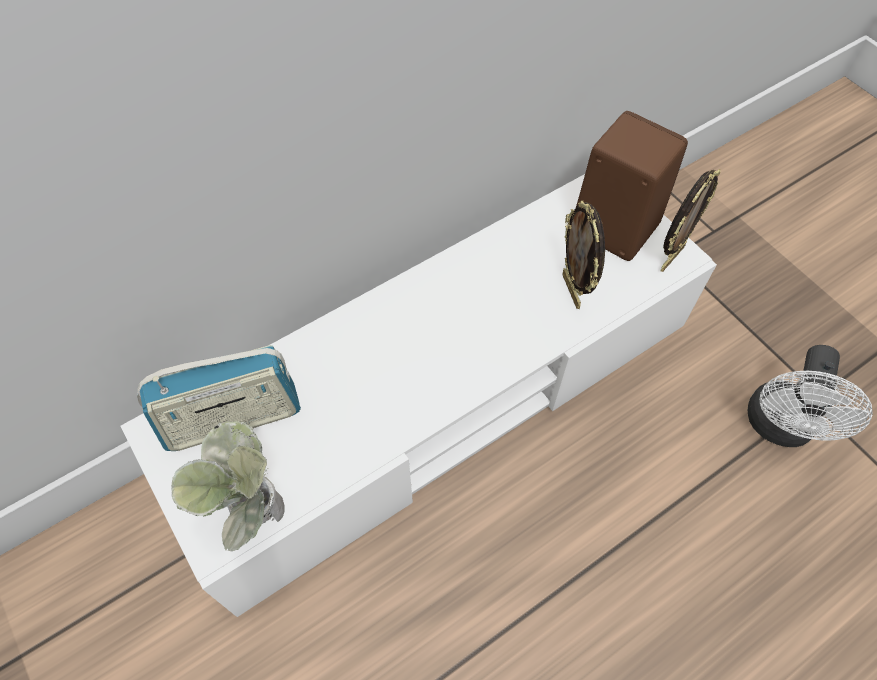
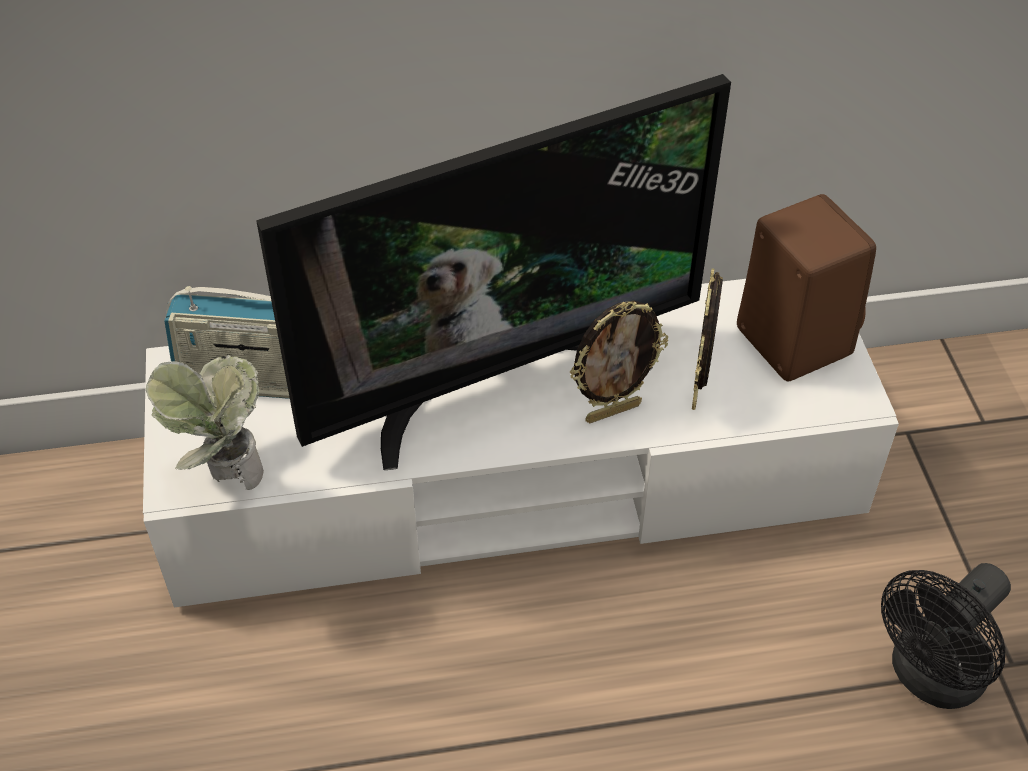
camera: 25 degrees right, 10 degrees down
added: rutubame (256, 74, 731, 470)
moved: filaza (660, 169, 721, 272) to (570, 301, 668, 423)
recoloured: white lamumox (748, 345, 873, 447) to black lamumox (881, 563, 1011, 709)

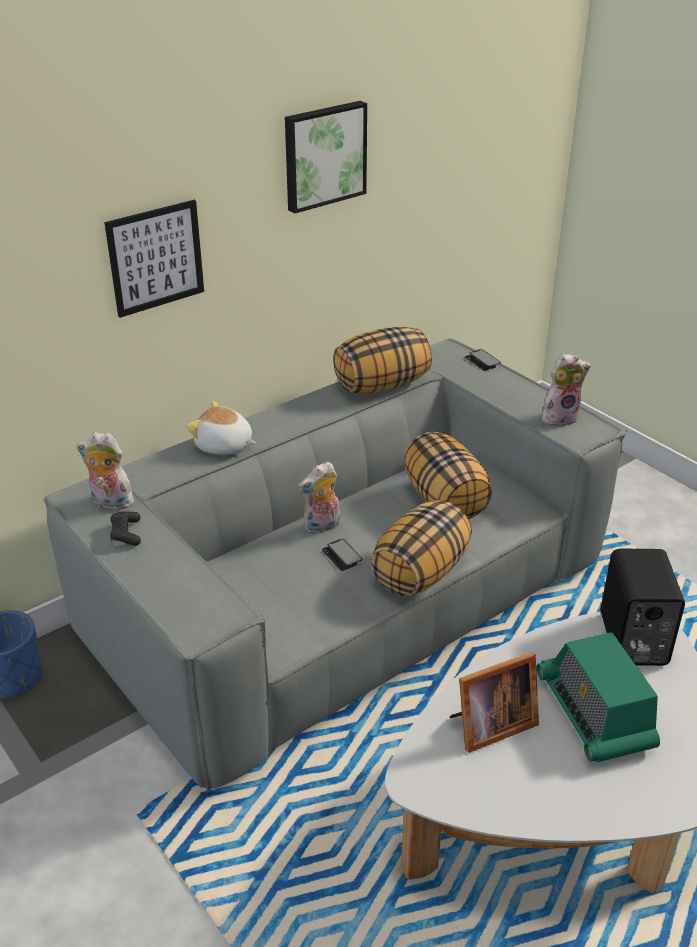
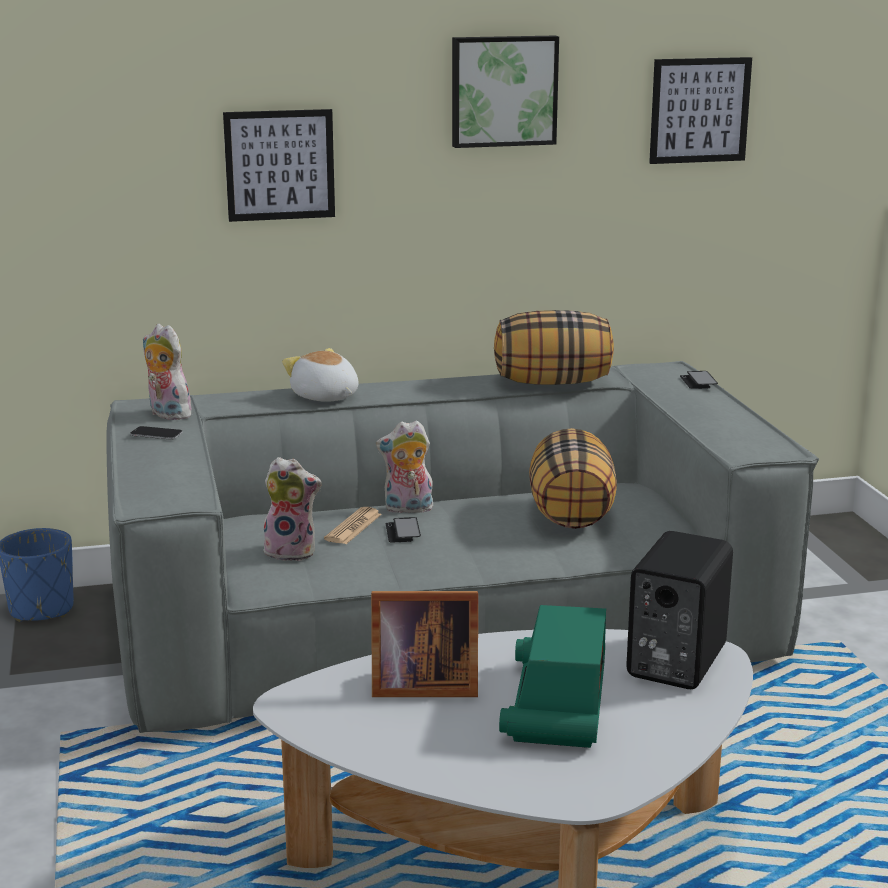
camera: 25 degrees right, 15 degrees down
removed: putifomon (370, 500, 472, 596)
added: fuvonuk (324, 507, 382, 544); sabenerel (649, 57, 752, 164)
moved: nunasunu (542, 353, 591, 426) to (264, 457, 322, 561)
replaced: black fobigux (110, 511, 141, 546) to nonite (130, 426, 183, 440)

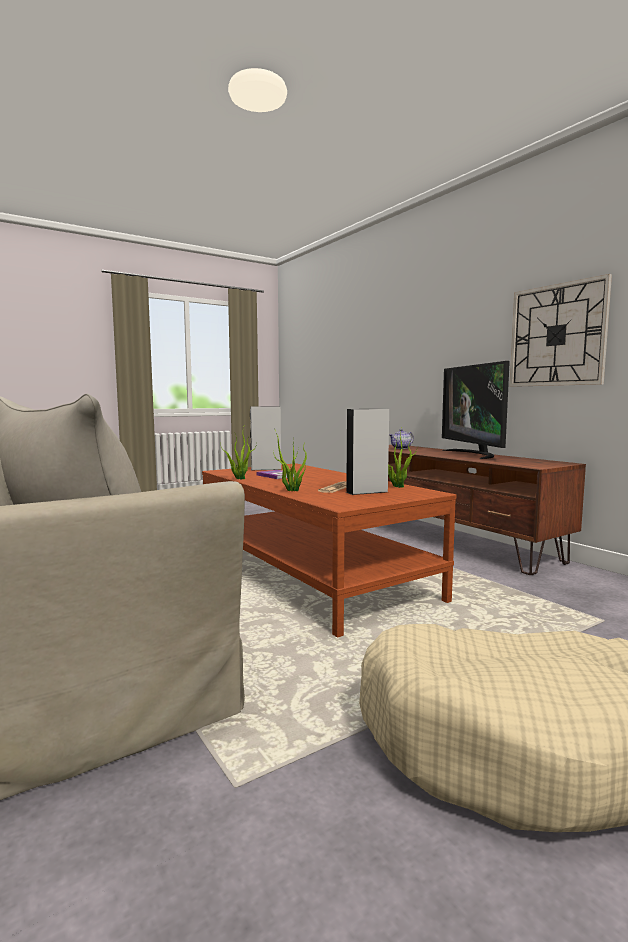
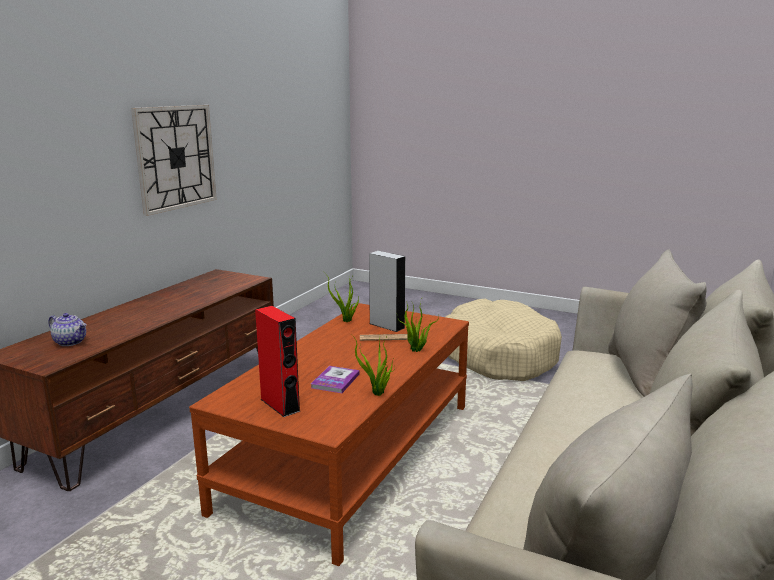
camera: 120 degrees left, 10 degrees up
removed: rutubame (442, 361, 510, 459)
recoloured: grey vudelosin (250, 406, 282, 470) to red vudelosin (255, 306, 300, 417)

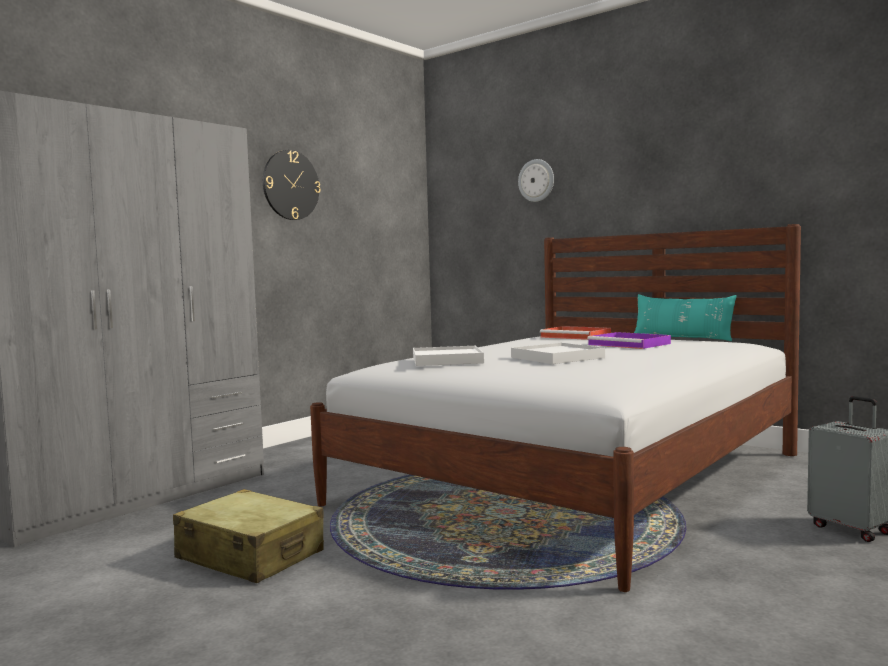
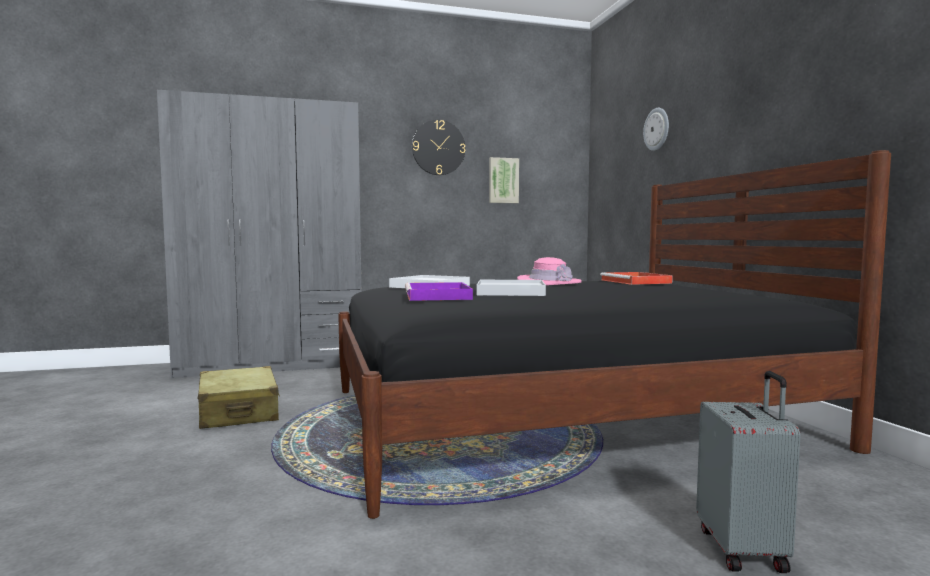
camera: 35 degrees right, 0 degrees up
removed: turquoise putifomon (634, 294, 737, 341)
added: sabenerel (489, 157, 519, 203); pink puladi (517, 257, 582, 285)
moved: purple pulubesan (587, 332, 671, 349) to (405, 282, 473, 301)
recoloured: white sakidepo (310, 224, 801, 592) to black sakidepo (338, 150, 891, 519)

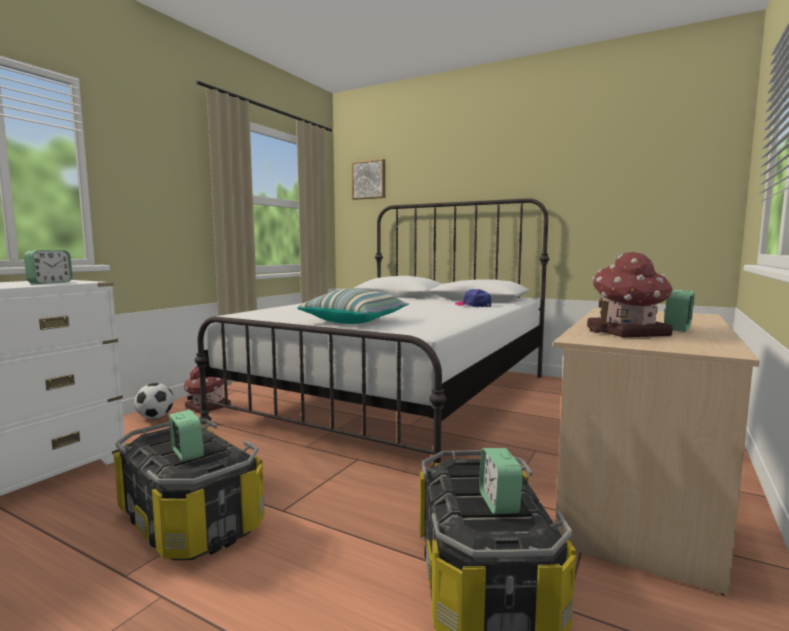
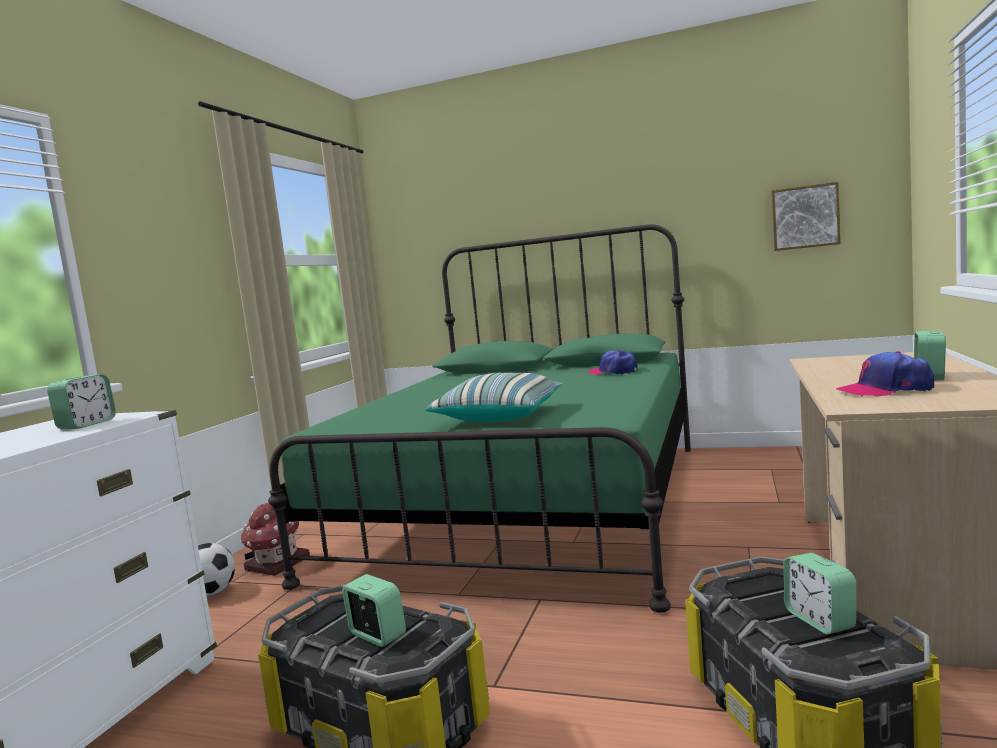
camera: 10 degrees left, 0 degrees up
moved: sabenerel (352, 159, 385, 200) to (772, 182, 841, 251)
replaced: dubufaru (587, 251, 674, 337) to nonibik (836, 351, 934, 397)
recoloured: white sakidepo (194, 198, 549, 468) to green sakidepo (268, 224, 691, 612)

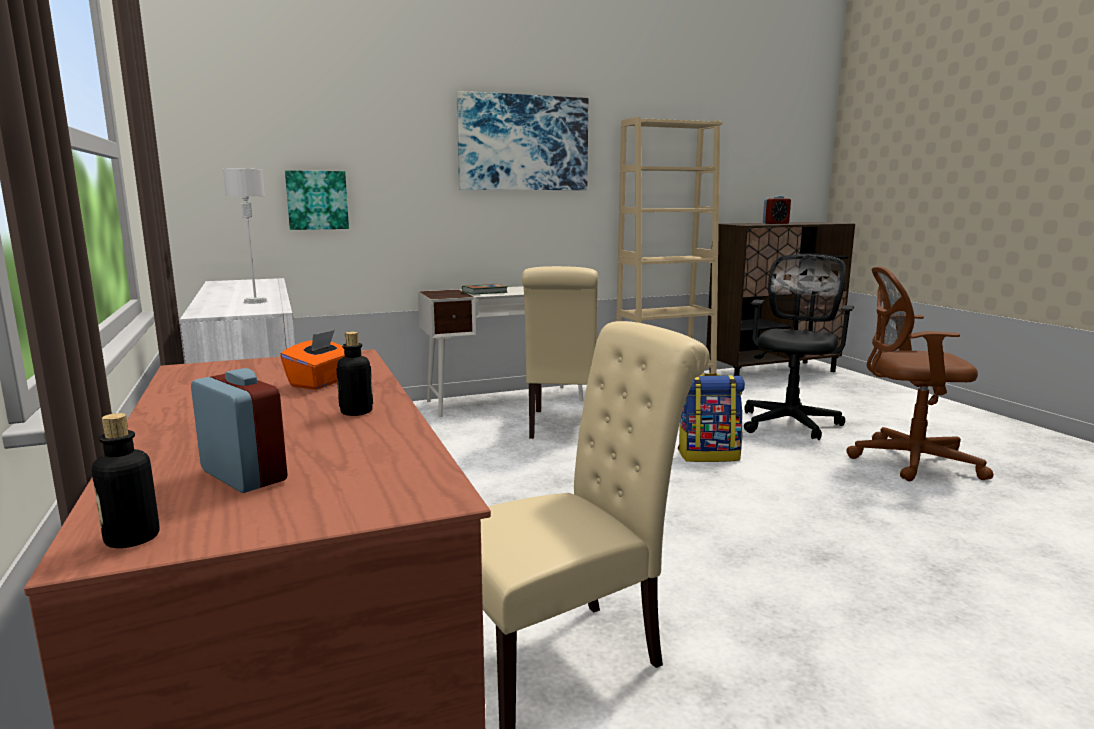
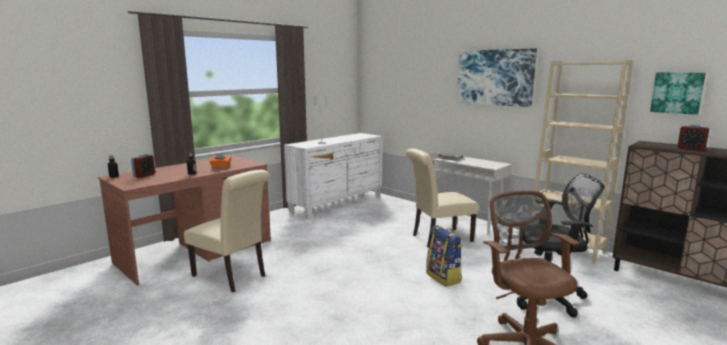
camera: 65 degrees right, 0 degrees up
moved: sabenerel (285, 170, 349, 230) to (650, 72, 706, 115)

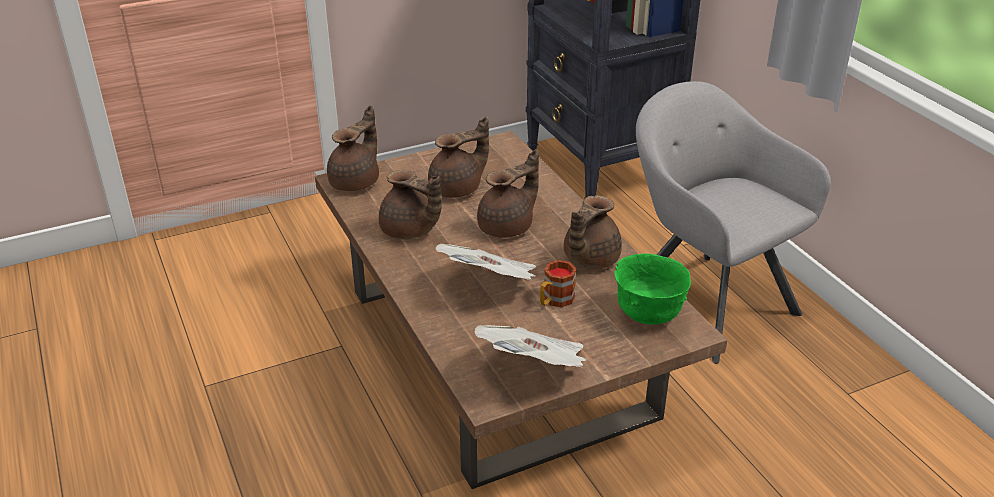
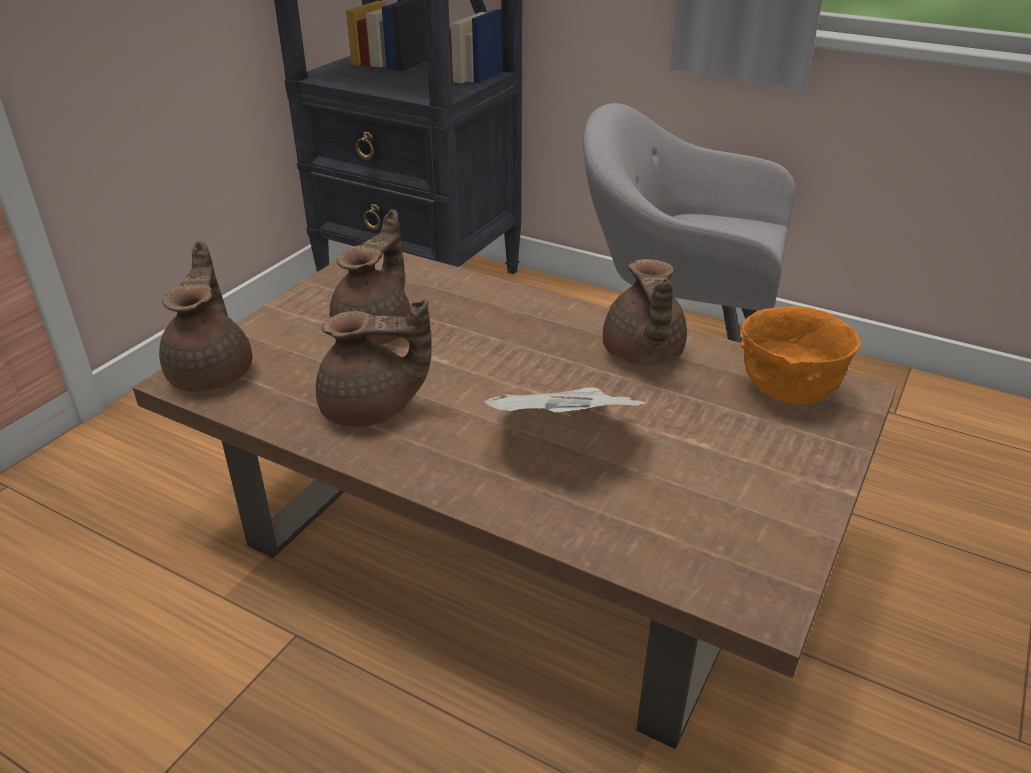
camera: 35 degrees left, 0 degrees up
removed: fuvonuk (475, 325, 586, 367); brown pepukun (477, 149, 539, 238); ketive (540, 260, 576, 307)
recoloured: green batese (615, 254, 691, 324) to orange batese (740, 306, 861, 405)

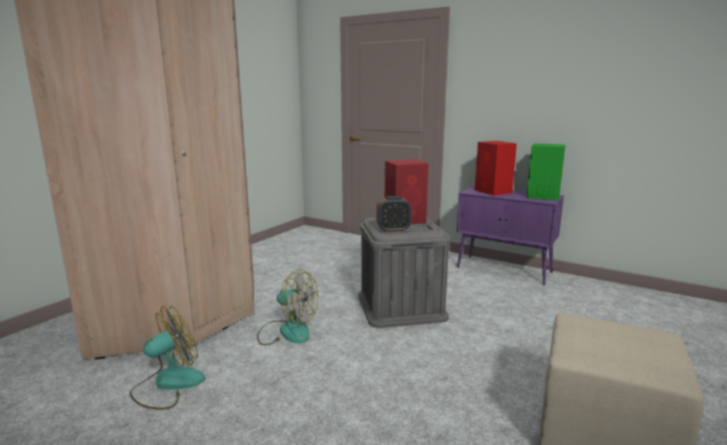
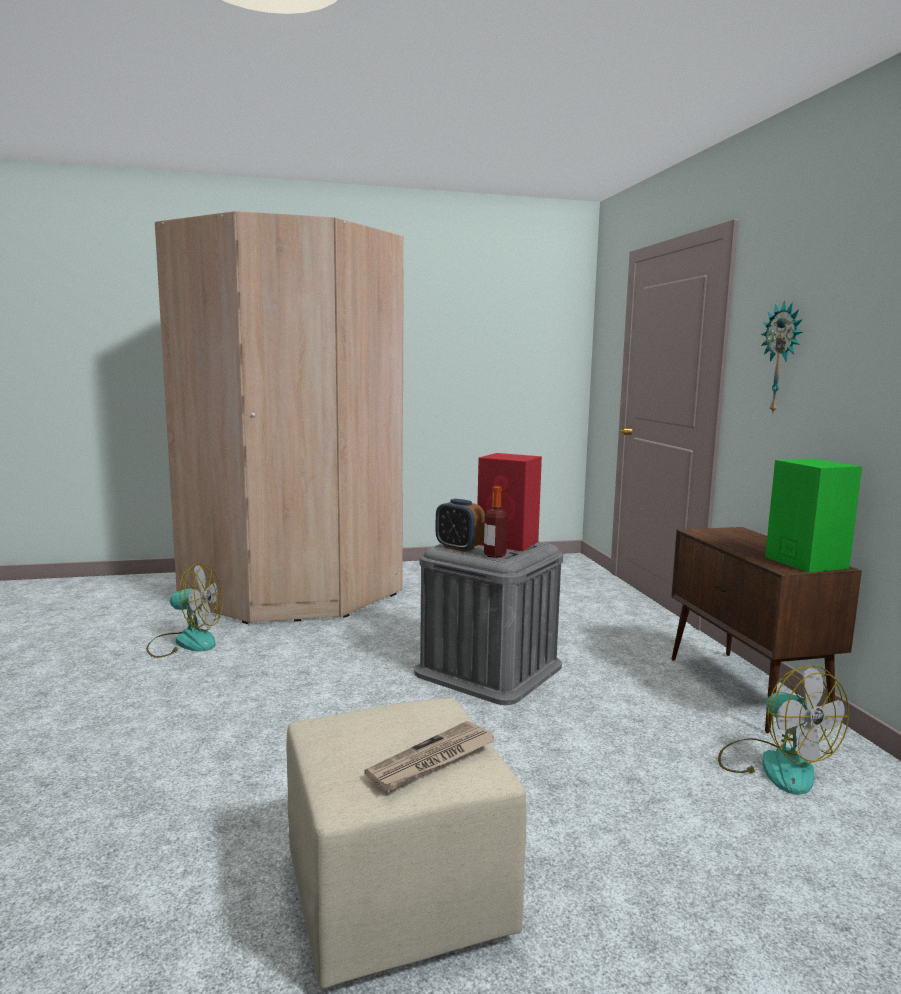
camera: 45 degrees right, 5 degrees down
removed: red vudelosin (475, 141, 517, 195)
added: fuvonuk (365, 721, 495, 791); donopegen (484, 486, 507, 558); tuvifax (761, 301, 803, 415)
moved: lamumox (257, 269, 318, 345) to (718, 665, 849, 795)
recoloured: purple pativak (457, 186, 564, 285) to brown pativak (671, 527, 862, 733)

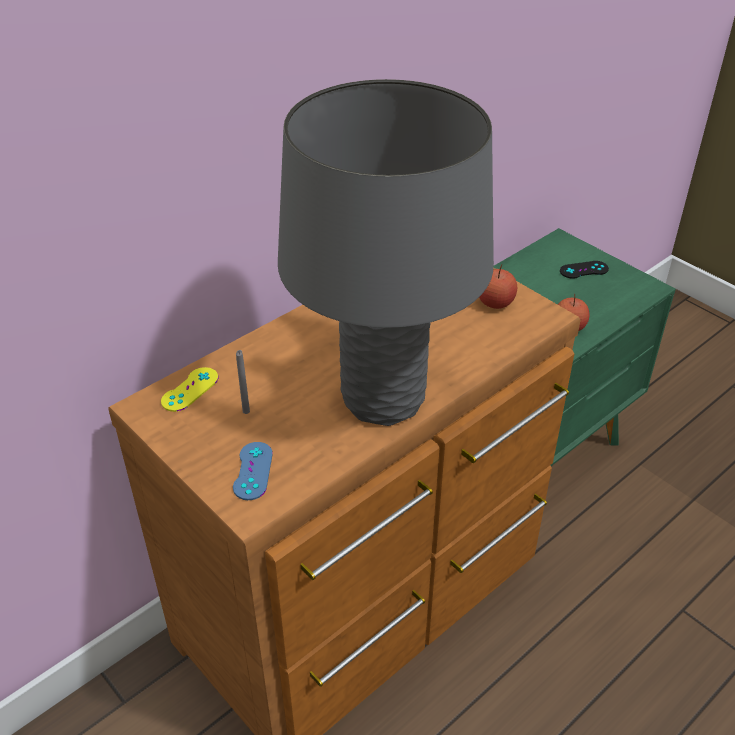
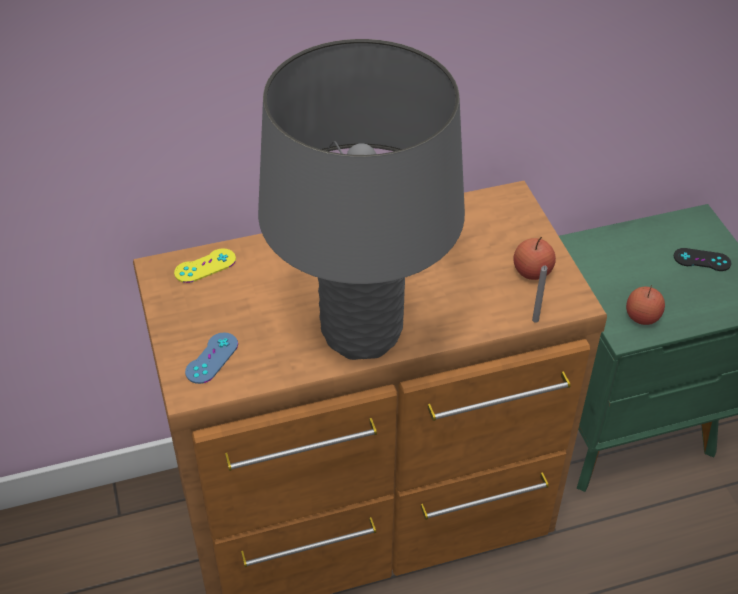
camera: 25 degrees right, 5 degrees up
moved: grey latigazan (236, 350, 250, 414) to (532, 266, 547, 323)

